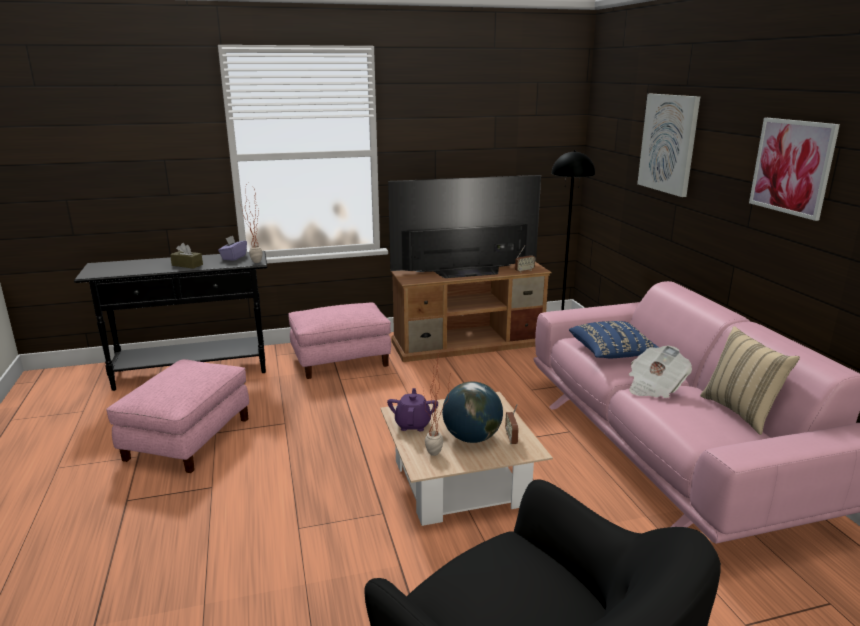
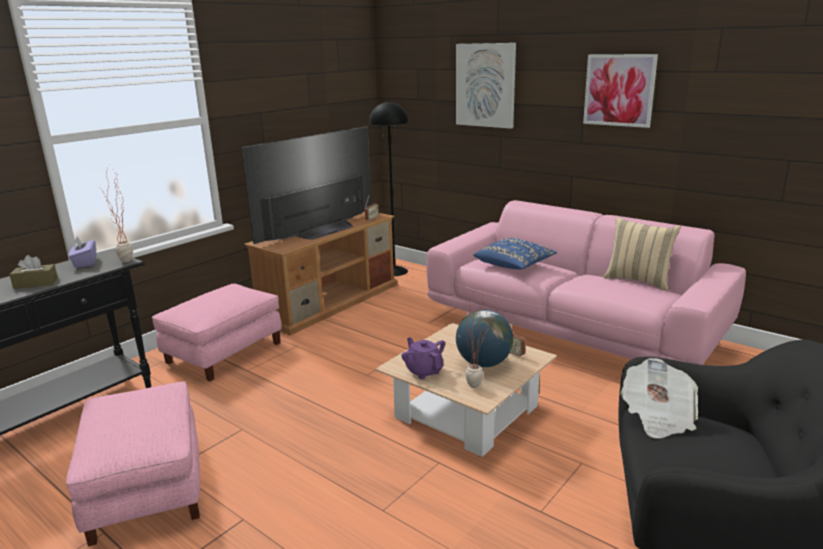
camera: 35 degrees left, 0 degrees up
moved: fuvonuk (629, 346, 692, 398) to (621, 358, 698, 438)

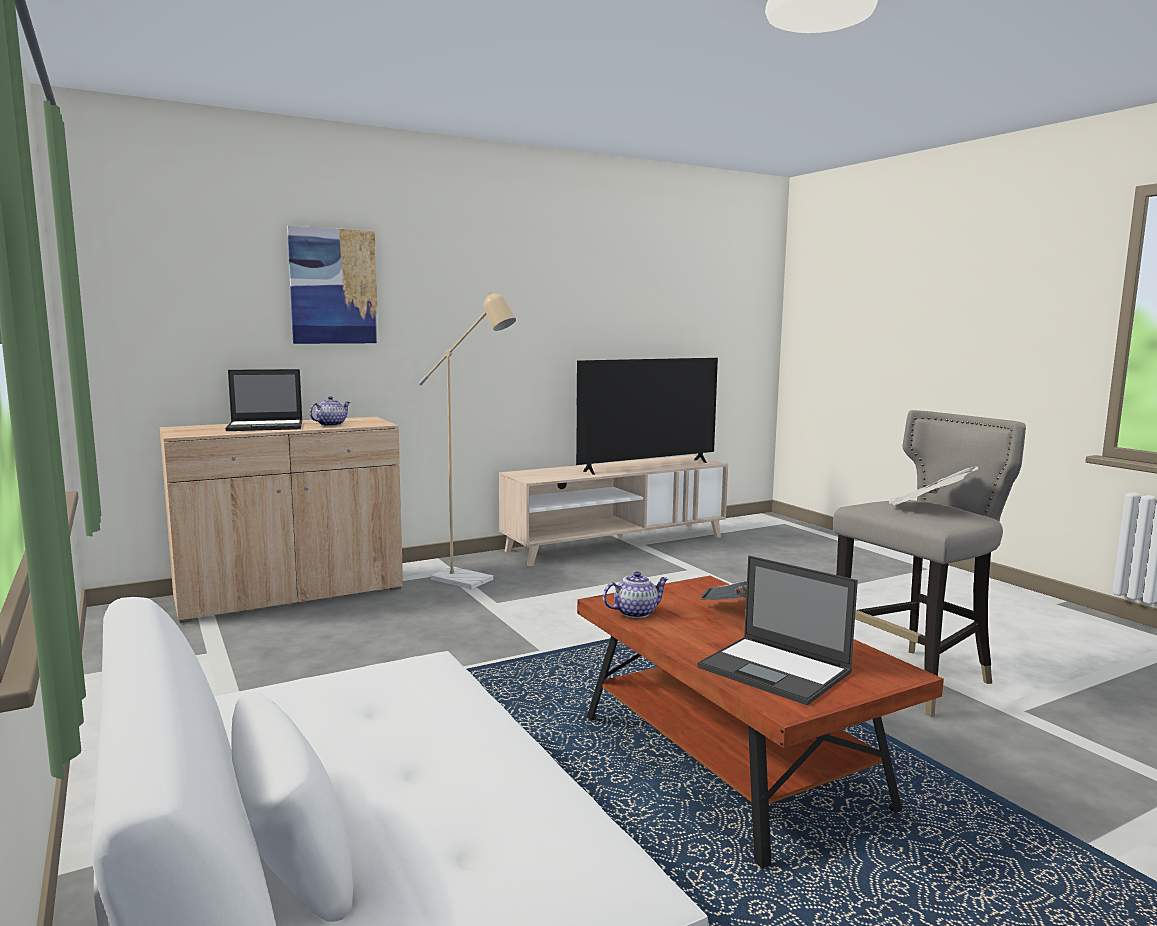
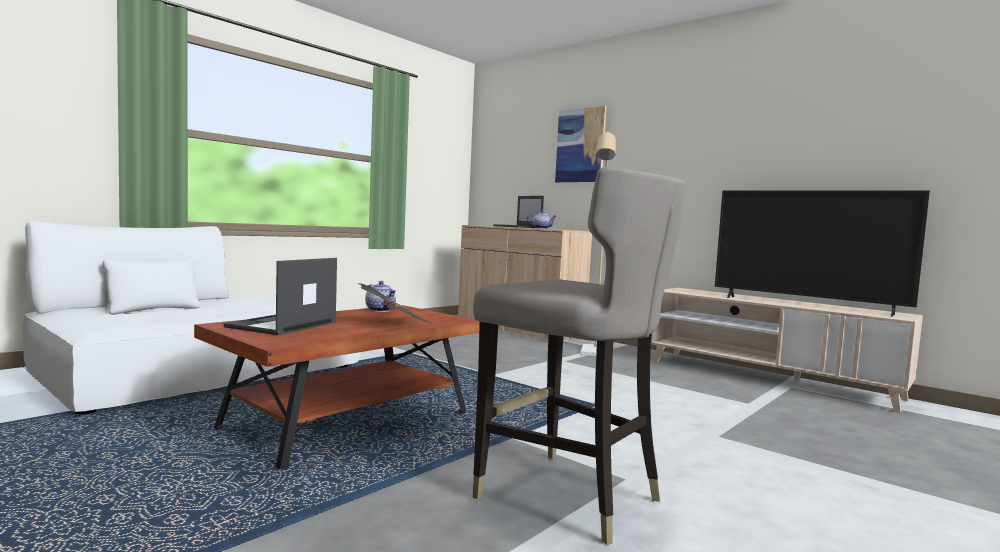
camera: 70 degrees right, 5 degrees down
removed: fuvonuk (889, 466, 978, 505)

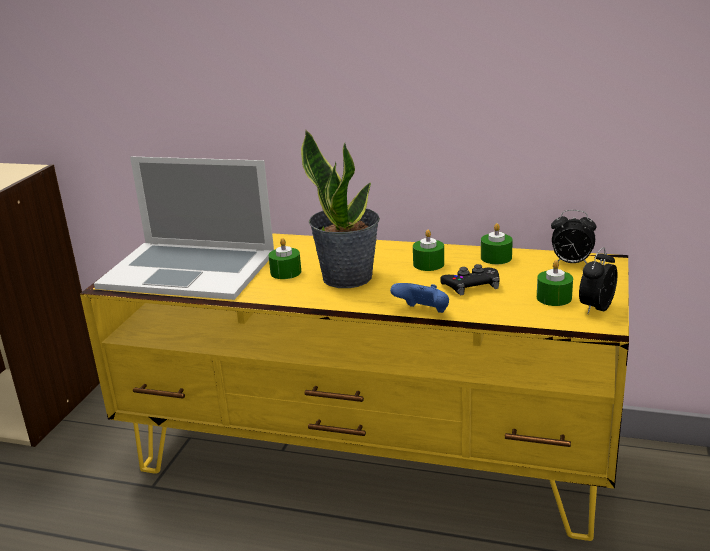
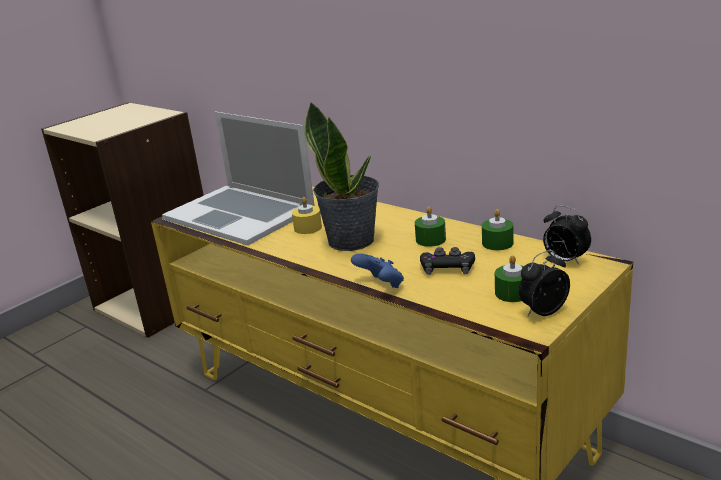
camera: 25 degrees right, 0 degrees up
recoloured: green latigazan (269, 238, 301, 279) to yellow latigazan (292, 197, 322, 234)

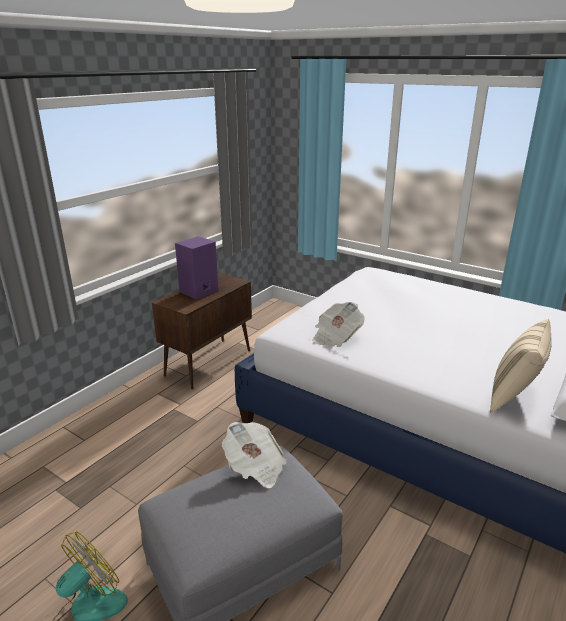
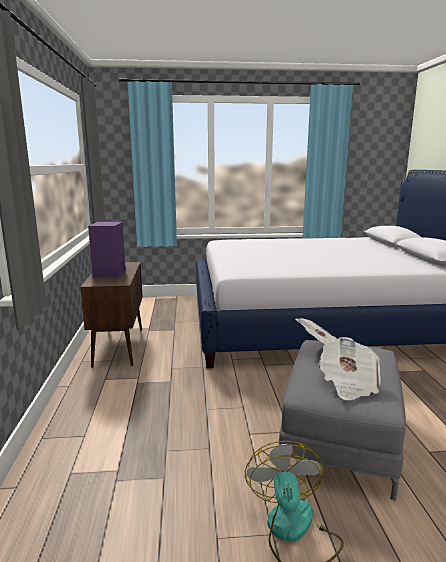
camera: 40 degrees left, 10 degrees down
removed: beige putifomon (490, 319, 552, 413)
moved: fuvonuk (312, 302, 365, 347) to (319, 337, 381, 400)

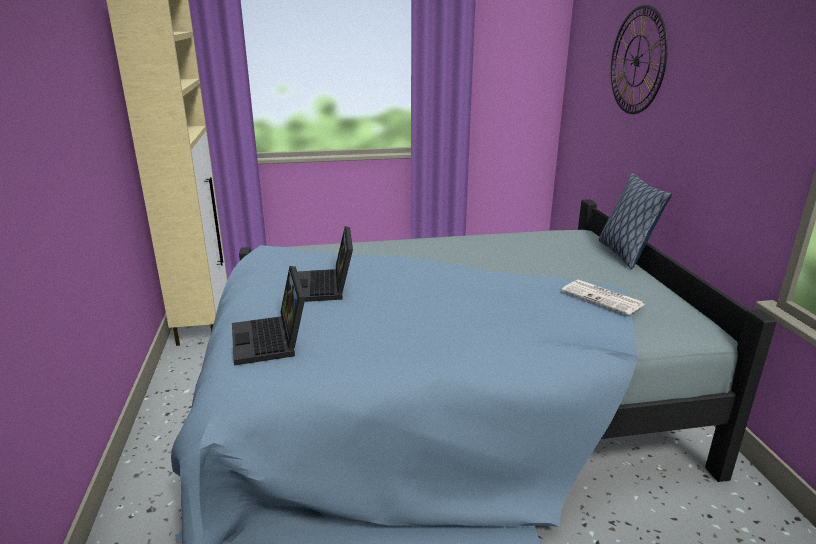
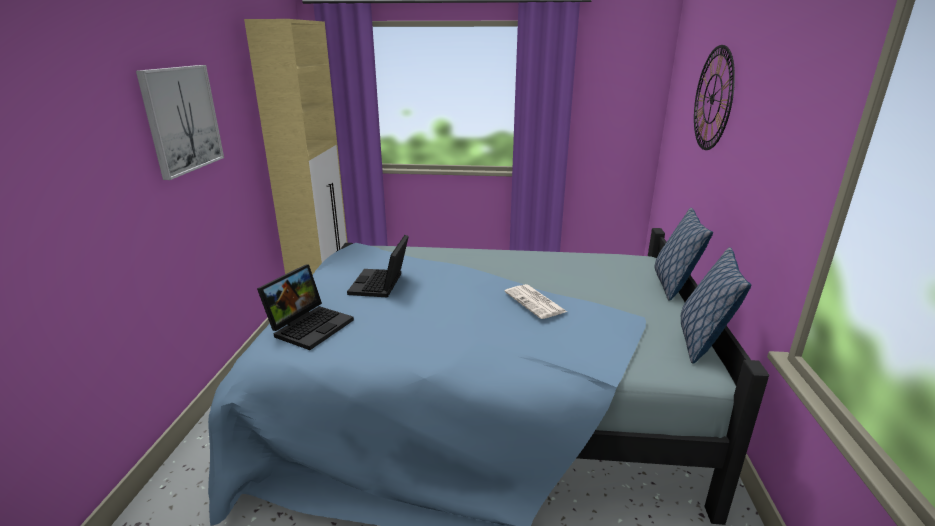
camera: 15 degrees right, 0 degrees up
added: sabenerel (136, 65, 224, 180); putifomon (681, 247, 751, 364)
moved: fuvonuk (561, 280, 645, 315) to (504, 284, 567, 319)
turned: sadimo (232, 266, 305, 365) = (257, 264, 354, 350) 150 degrees counterclockwise

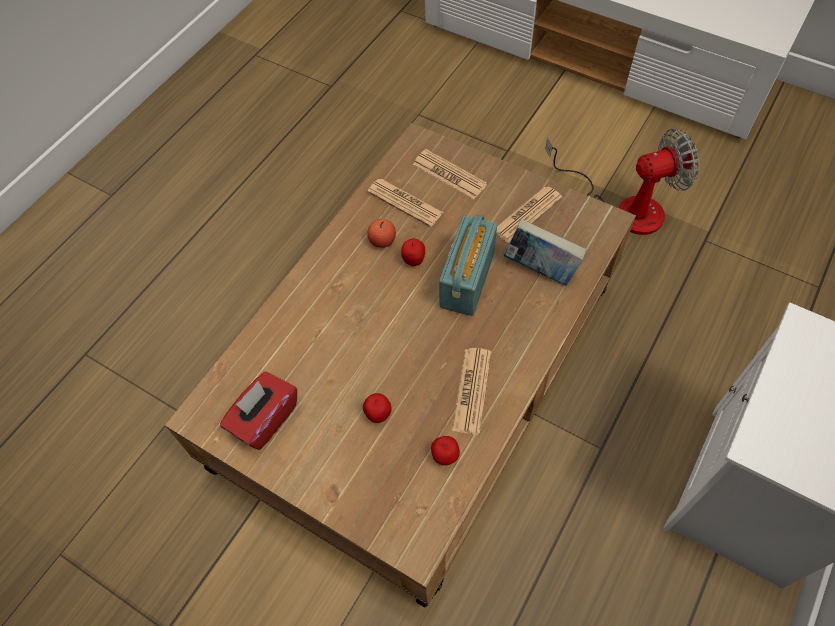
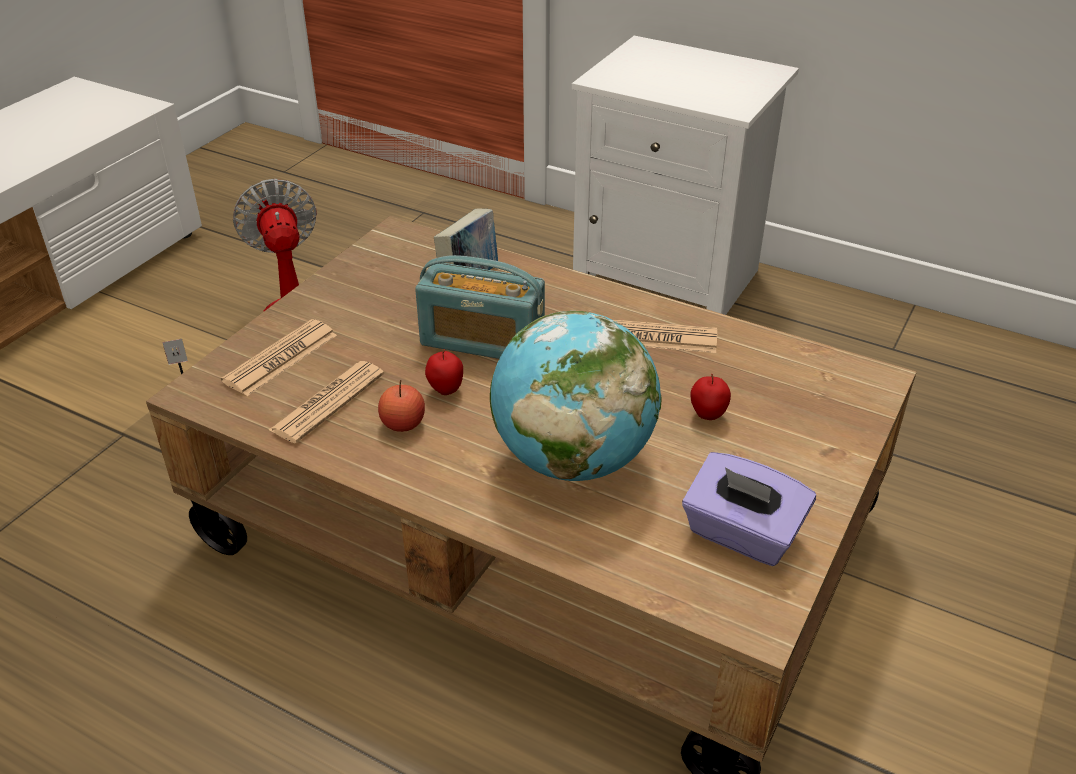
camera: 95 degrees left, 20 degrees down
removed: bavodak (431, 436, 460, 465); fuvonuk (496, 186, 563, 243)
added: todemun (490, 311, 662, 481)
recoloured: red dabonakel (220, 371, 297, 450) to purple dabonakel (682, 452, 816, 566)

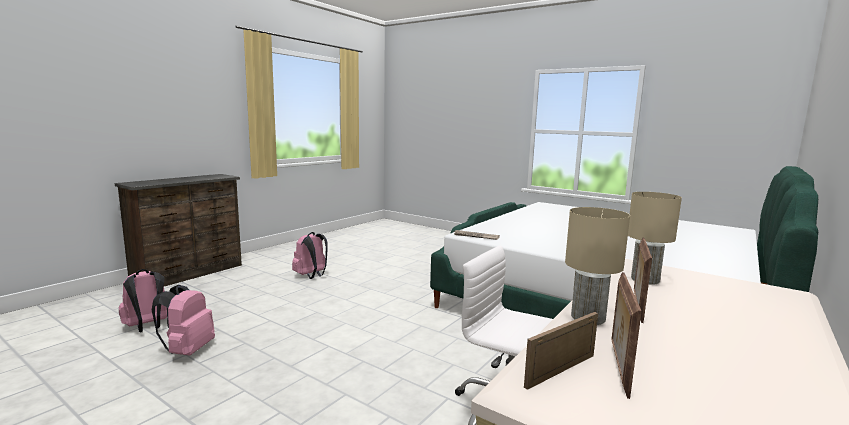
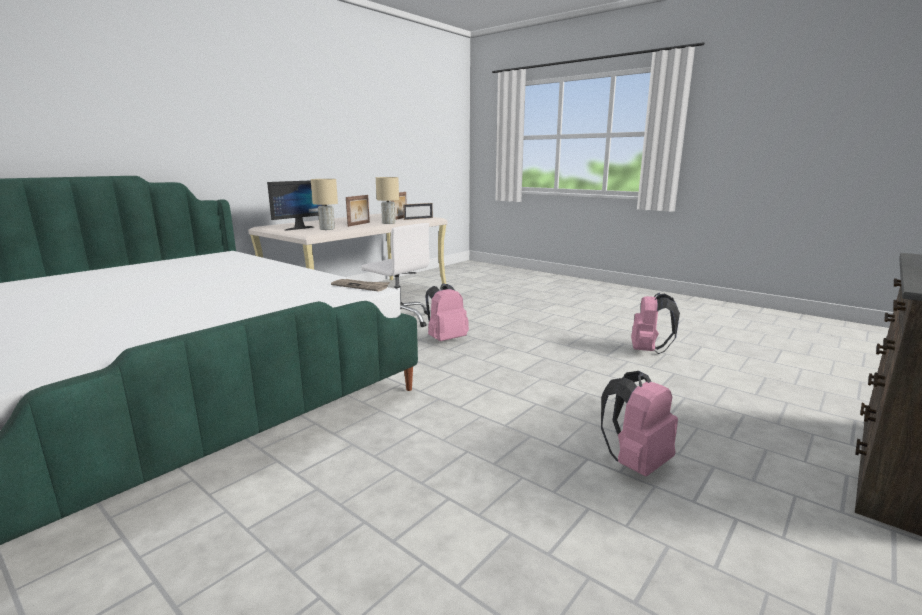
camera: 175 degrees left, 5 degrees up
added: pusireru (267, 180, 324, 231)
moved: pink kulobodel (119, 269, 167, 332) to (425, 283, 469, 341)

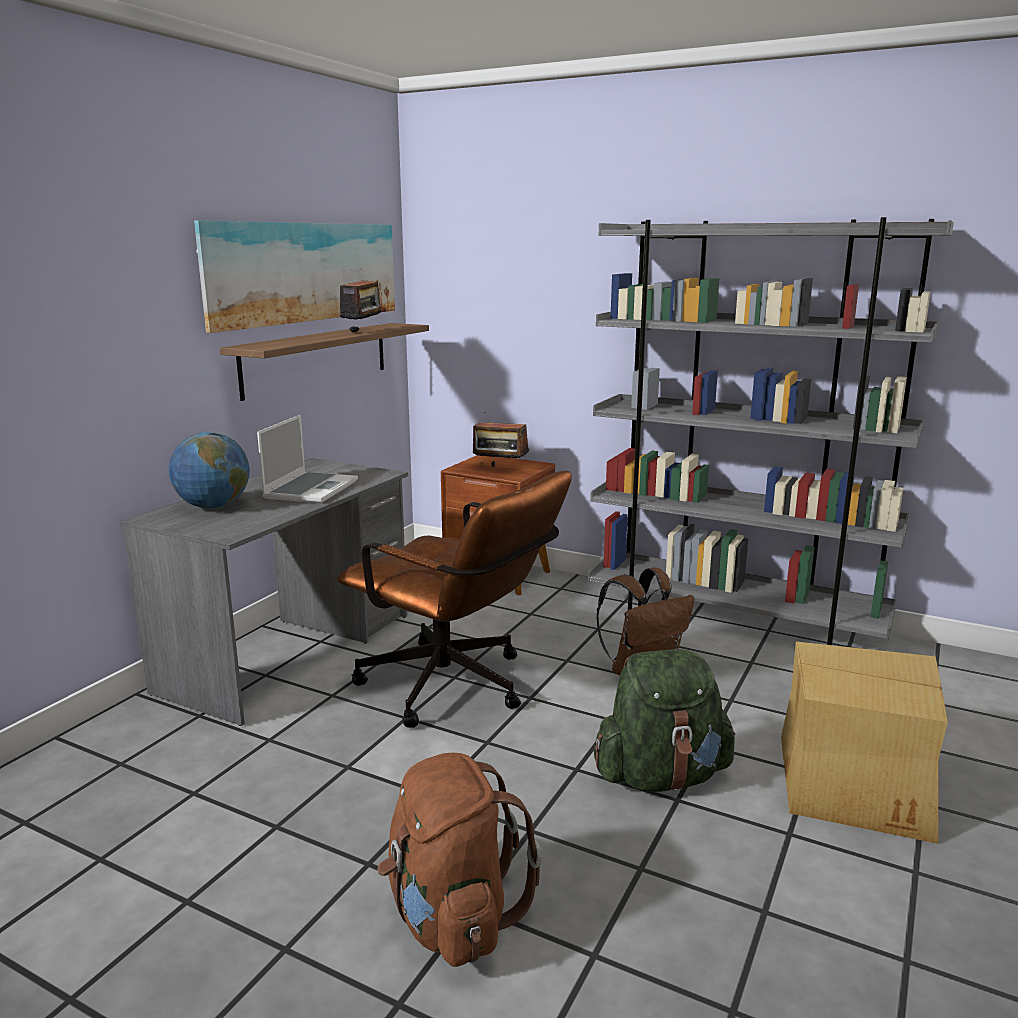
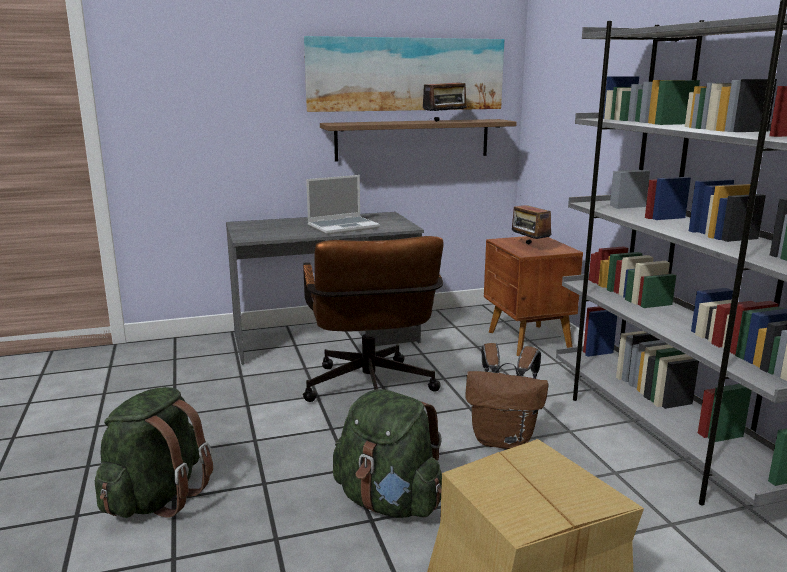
camera: 45 degrees right, 0 degrees up
removed: todemun (169, 432, 250, 509)
recoloured: brown kulobodel (377, 753, 542, 967) to green kulobodel (95, 387, 213, 518)

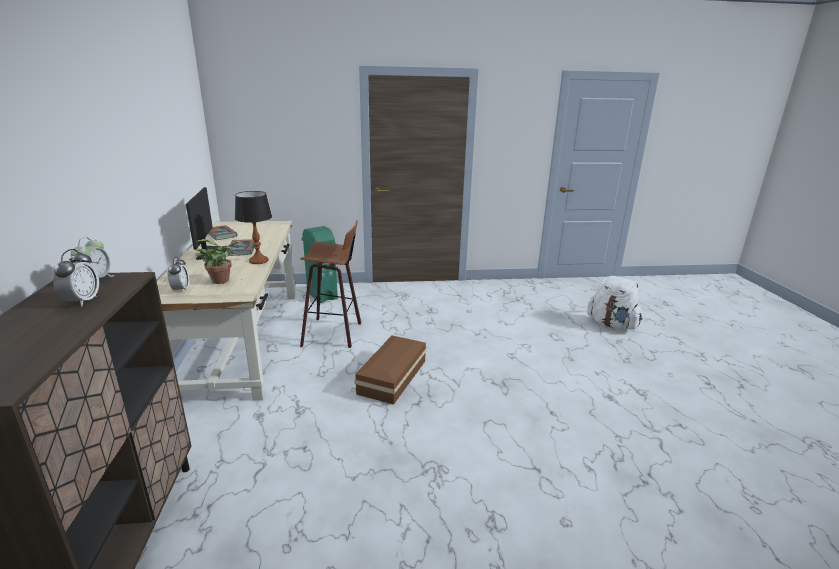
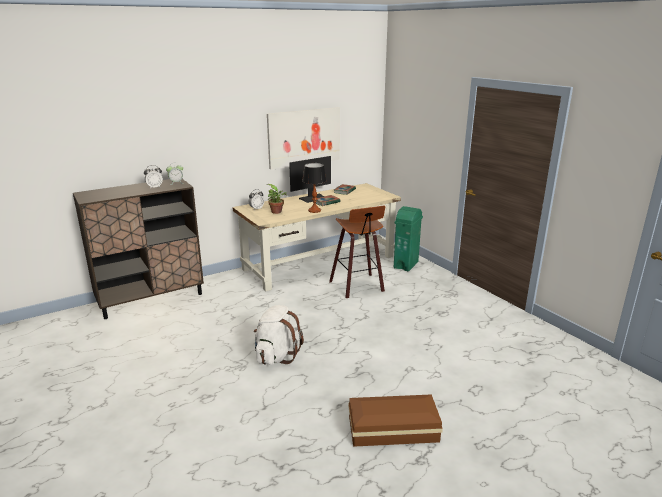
camera: 65 degrees right, 0 degrees up
added: sabenerel (267, 107, 340, 170)
moved: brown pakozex (354, 335, 427, 404) to (348, 394, 443, 447); white kulobodel (587, 276, 643, 330) to (254, 305, 304, 365)

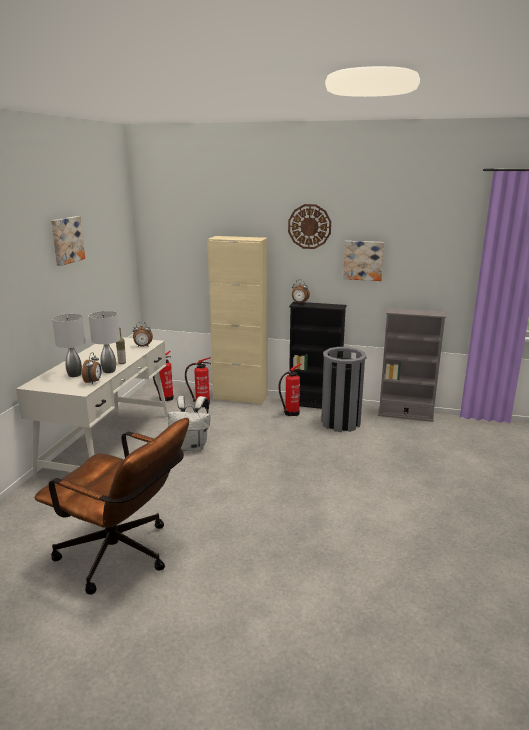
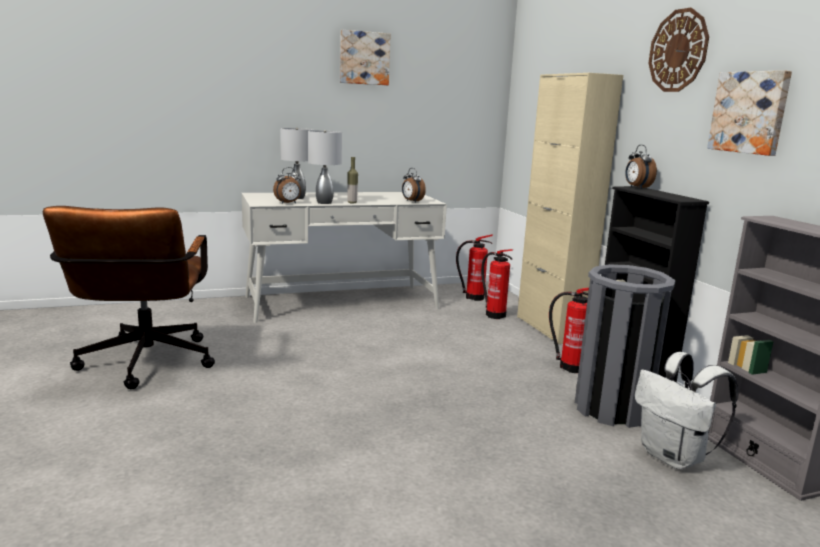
camera: 55 degrees right, 5 degrees down
moved: white kulobodel (168, 396, 210, 451) to (635, 352, 738, 469)

